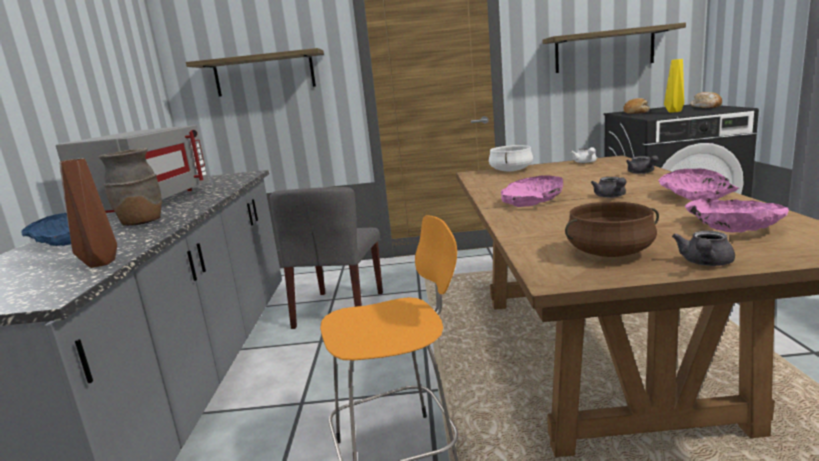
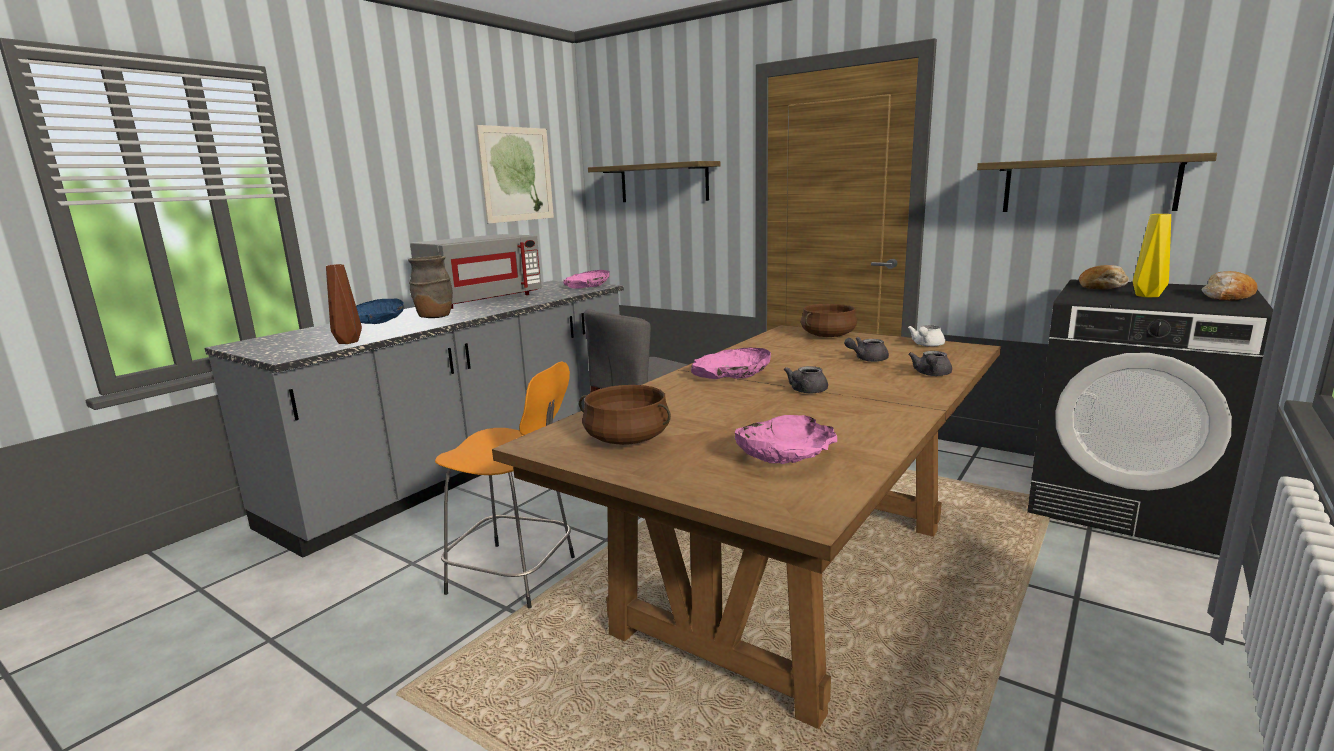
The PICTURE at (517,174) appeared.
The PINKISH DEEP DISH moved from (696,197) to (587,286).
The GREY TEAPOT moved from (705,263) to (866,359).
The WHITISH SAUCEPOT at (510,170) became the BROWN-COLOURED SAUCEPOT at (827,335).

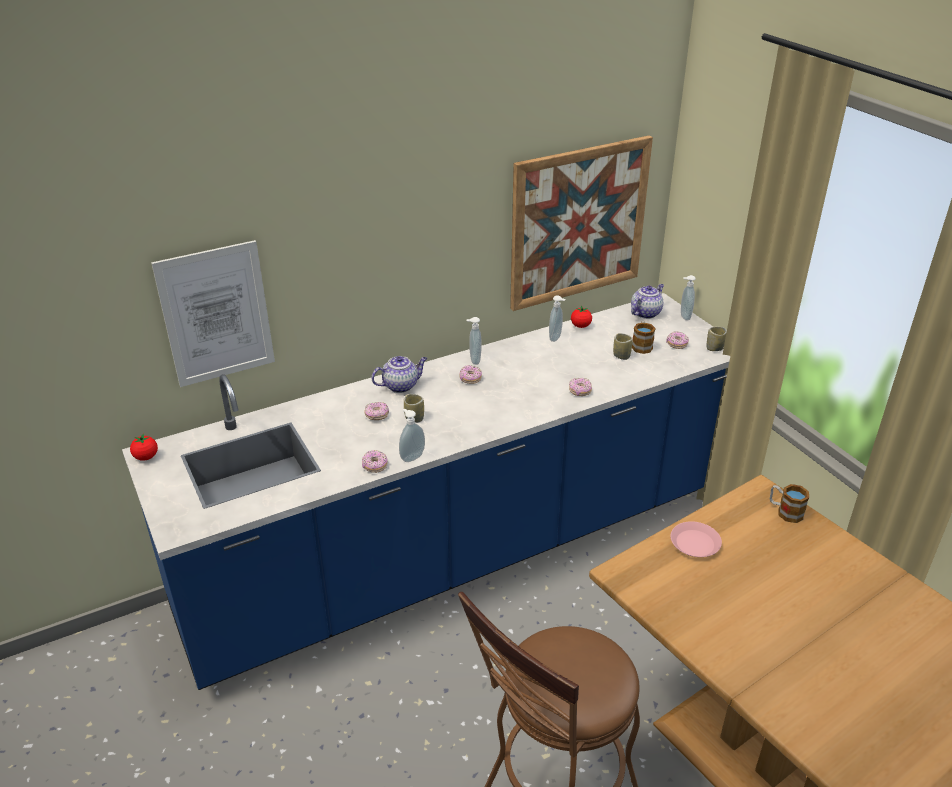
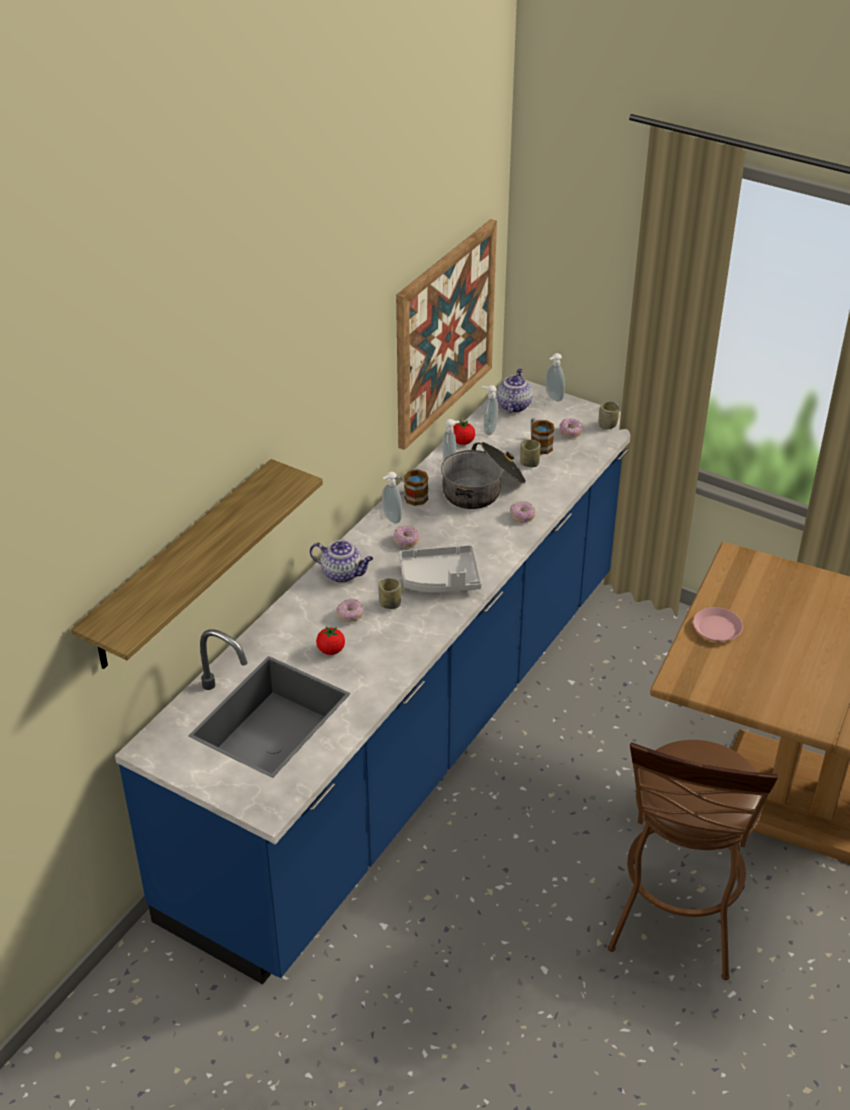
The DONUT at (375,466) disappeared.
The GREY TRAY at (440,579) appeared.
The SAUCEPOT at (482,489) appeared.
The TOMATO moved from (146,457) to (331,650).
The SOAP DISPENSER moved from (411,457) to (488,430).
The COFFEE MUG moved from (785,511) to (410,497).
The PICTURE at (216,314) was replaced by the WALL SHELF at (181,566).
The TEAPOT at (401,385) turned 75 degrees clockwise.

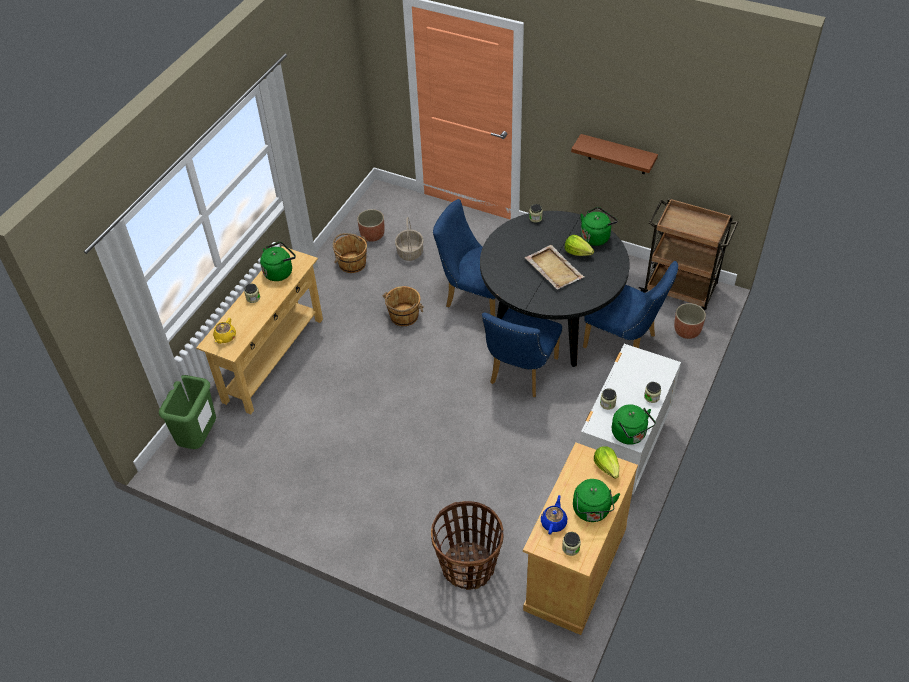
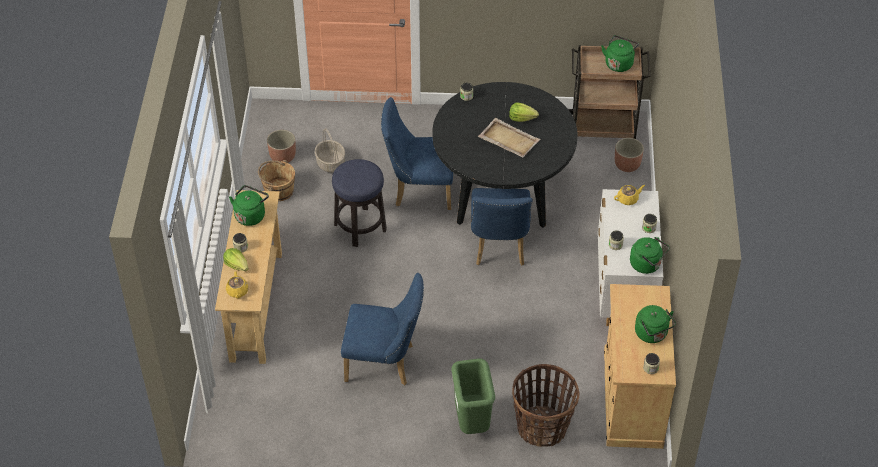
The BLUE-COLOURED TEAPOT at (554,522) disappeared.
The BROWN-COLOURED WALL SHELF at (617,155) disappeared.
The YELLOWISH TEAPOT at (628,199) appeared.
The GREEN WASTE BIN moved from (200,439) to (472,423).
The GREEN TEA KETTLE moved from (596,236) to (619,63).
The BLUE-COLOURED PLAIN CHAIR moved from (624,343) to (385,363).
The LETTUCE HEAD moved from (607,467) to (237,265).
The BROWN-COLOURED WATER BUCKET at (403,316) was replaced by the STOOL SEAT at (360,227).

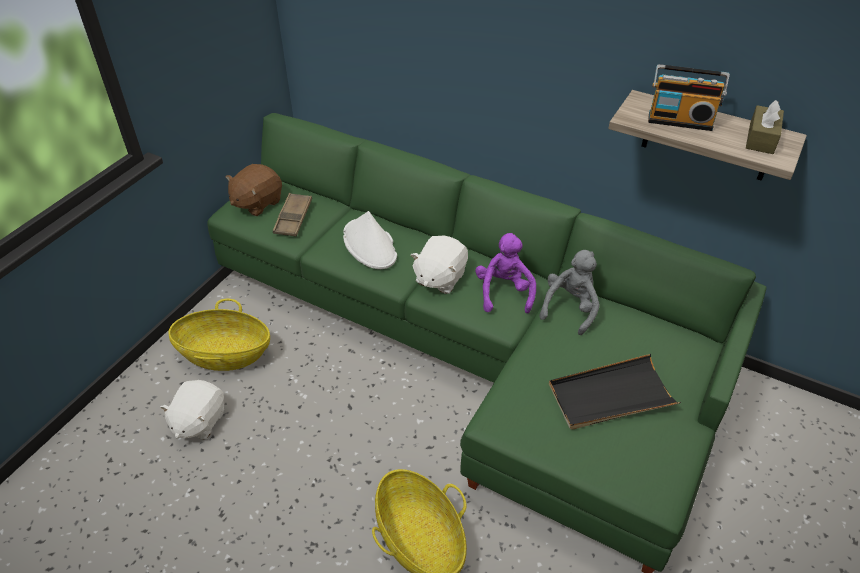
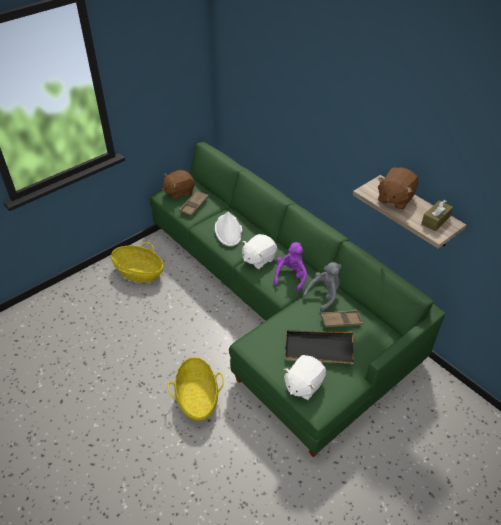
The BROWN-COLOURED TRAY at (341,321) appeared.
The WHITISH PLUSH TOY moved from (199,421) to (303,384).
The RADIO RECEIVER at (680,120) was replaced by the BROWN-COLOURED PLUSH TOY at (394,199).

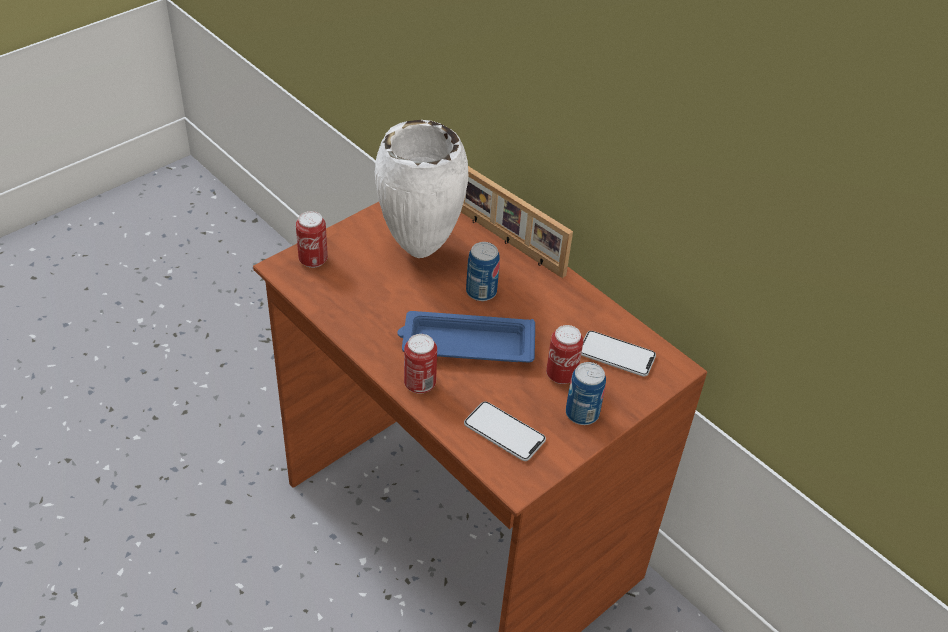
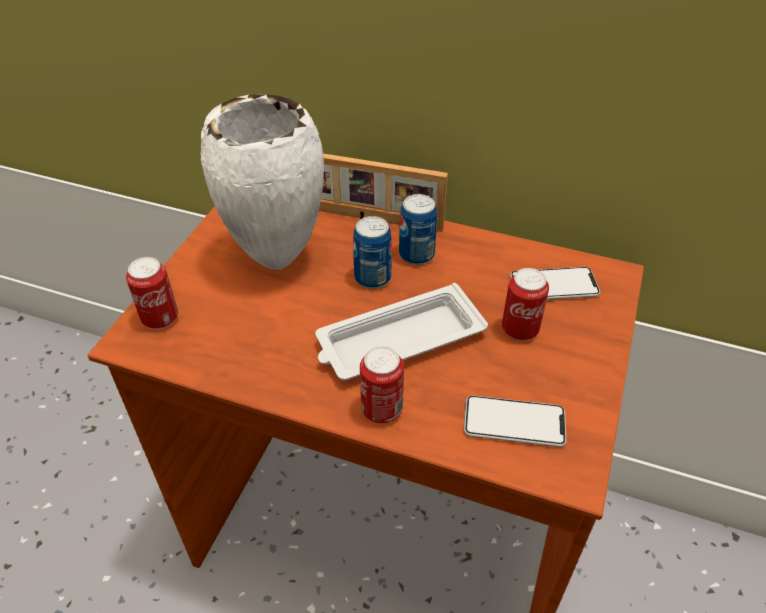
The SEALED CAN moved from (582,413) to (416,255).
The BLUE-COLOURED TRAY at (465,344) became the WHITISH TRAY at (398,341).

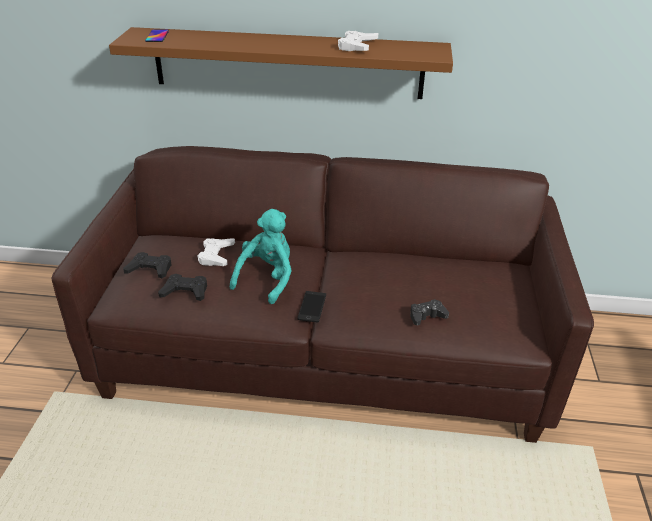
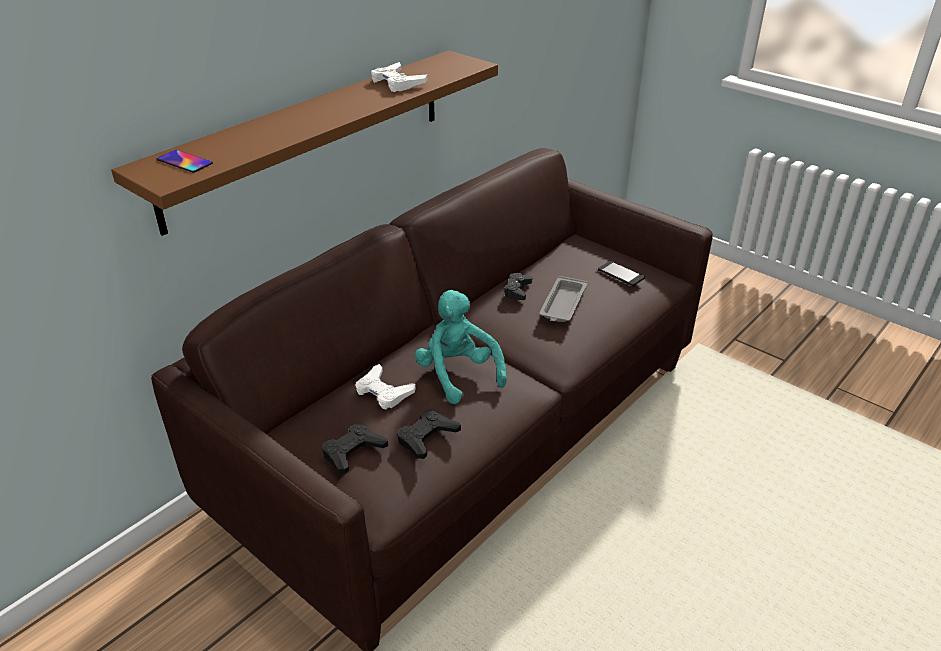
The GREY TRAY at (563,304) appeared.
The TELEPHONE moved from (312,307) to (621,274).
The BLACK JOYPAD moved from (427,316) to (517,290).

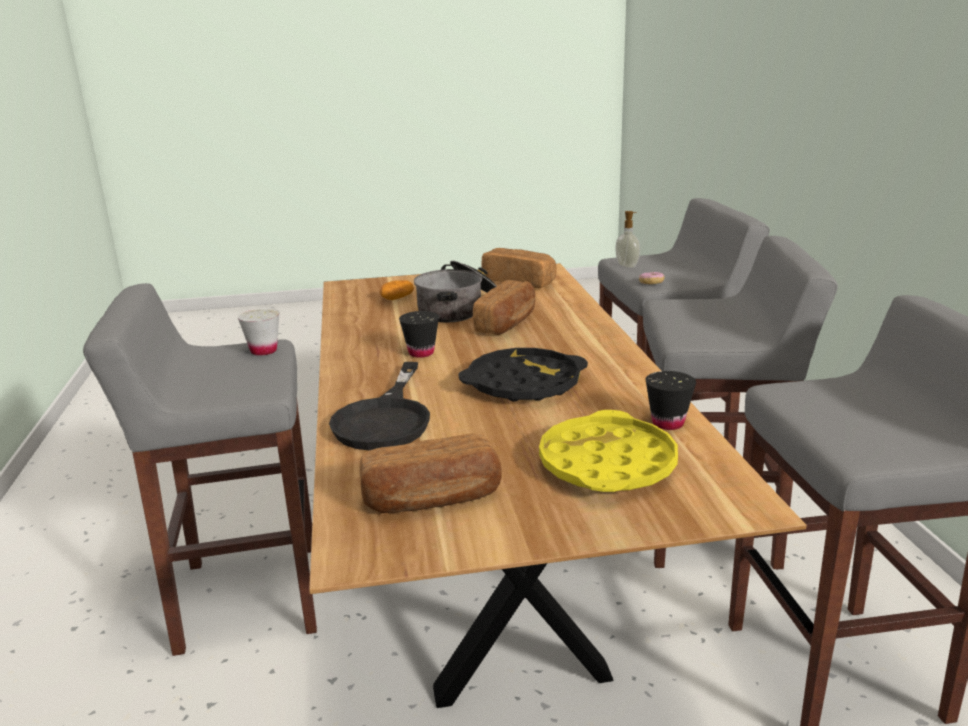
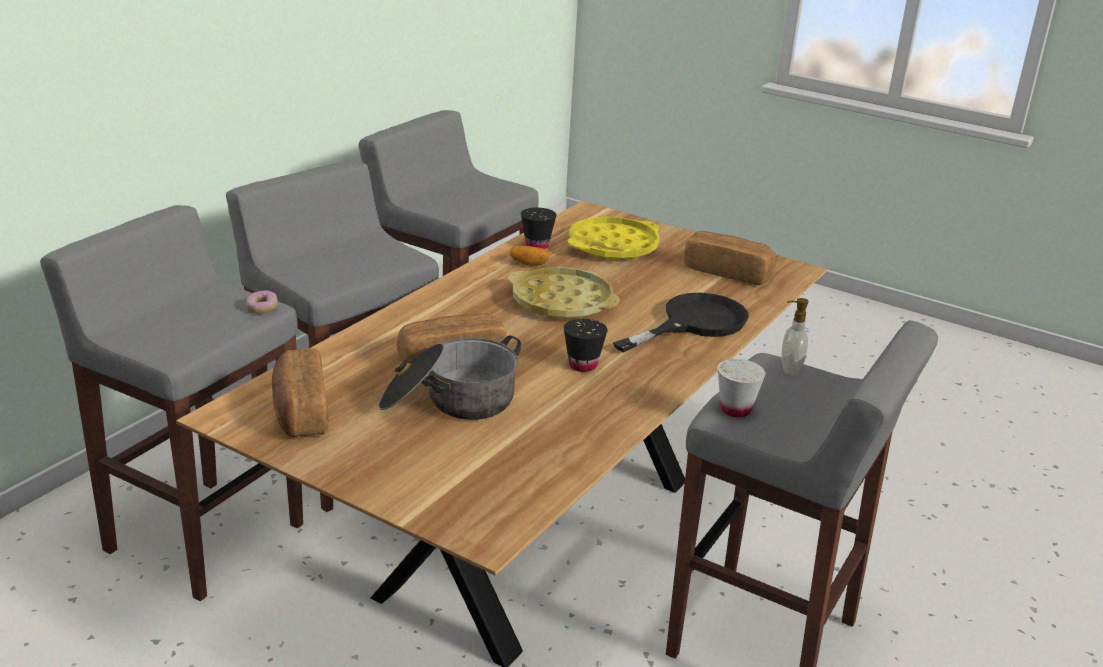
The SPUD moved from (397,298) to (529,264).
The SOAP DISPENSER moved from (627,265) to (789,369).
The BLACK TRAY at (523,384) became the YELLOWISH TRAY at (562,302).

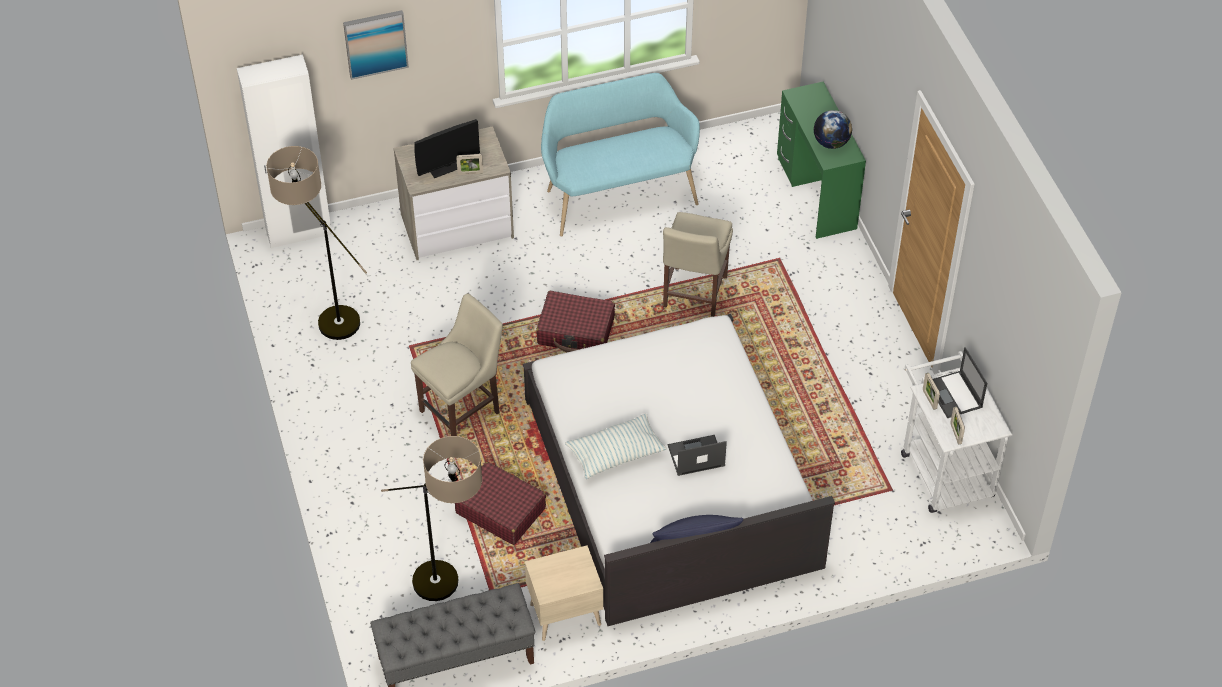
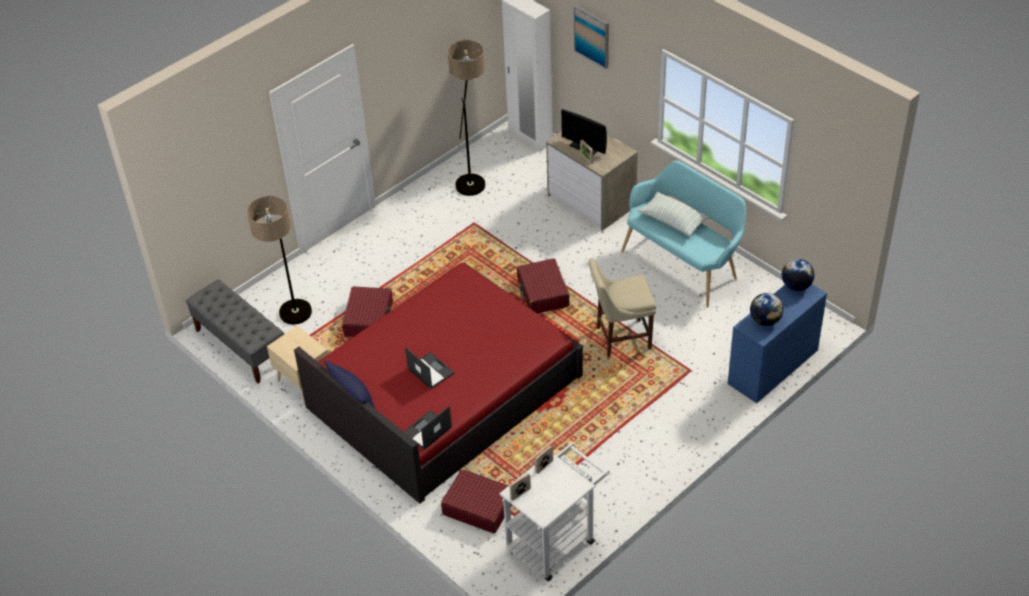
The BEIGE PLAIN CHAIR at (463,410) disappeared.
The RED-COLOURED SUITCASE at (478,507) appeared.
The WORLD GLOBE at (796,286) appeared.
The PILLOW moved from (616,454) to (673,220).
The LAPTOP moved from (954,395) to (427,430).
The WHITISH SLEEPING BED at (670,482) became the RED-COLOURED SLEEPING BED at (444,392).
The GREEN DESK TABLE at (816,193) became the BLUE-COLOURED DESK TABLE at (773,367).

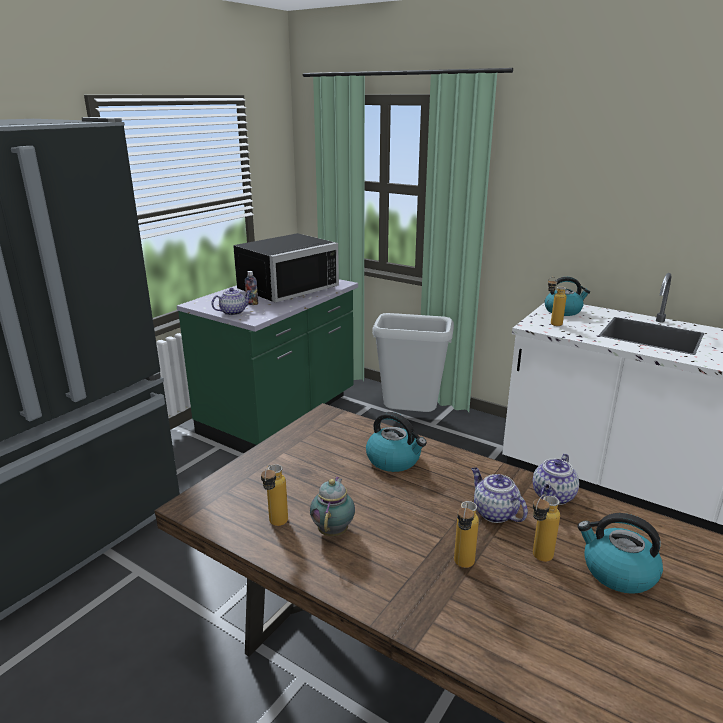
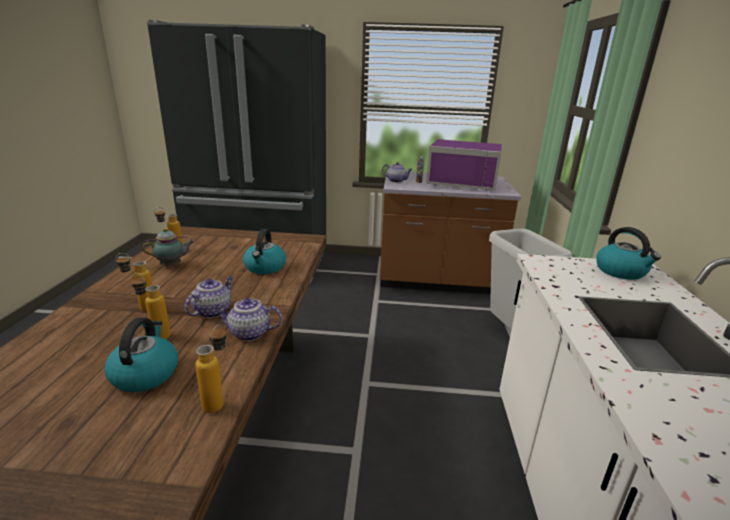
The BEVERAGE BOTTLE moved from (552,323) to (218,401).
The GREEN KITCHEN COUNTER at (280,415) became the BROWN-COLOURED KITCHEN COUNTER at (436,280).
The BLACK KITCHEN MICROWAVE at (284,288) became the PURPLE KITCHEN MICROWAVE at (463,182).

